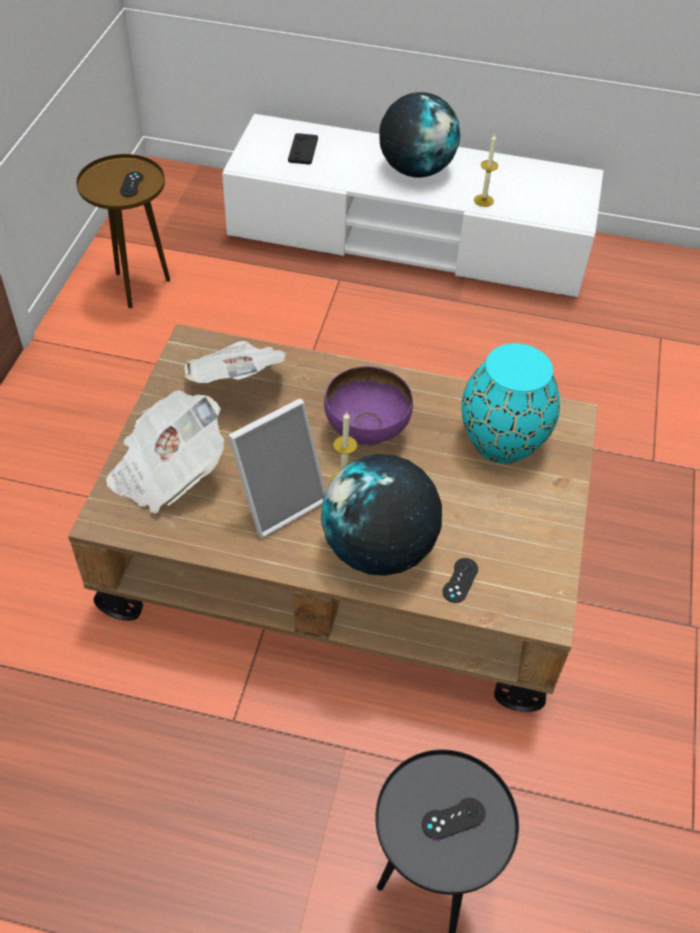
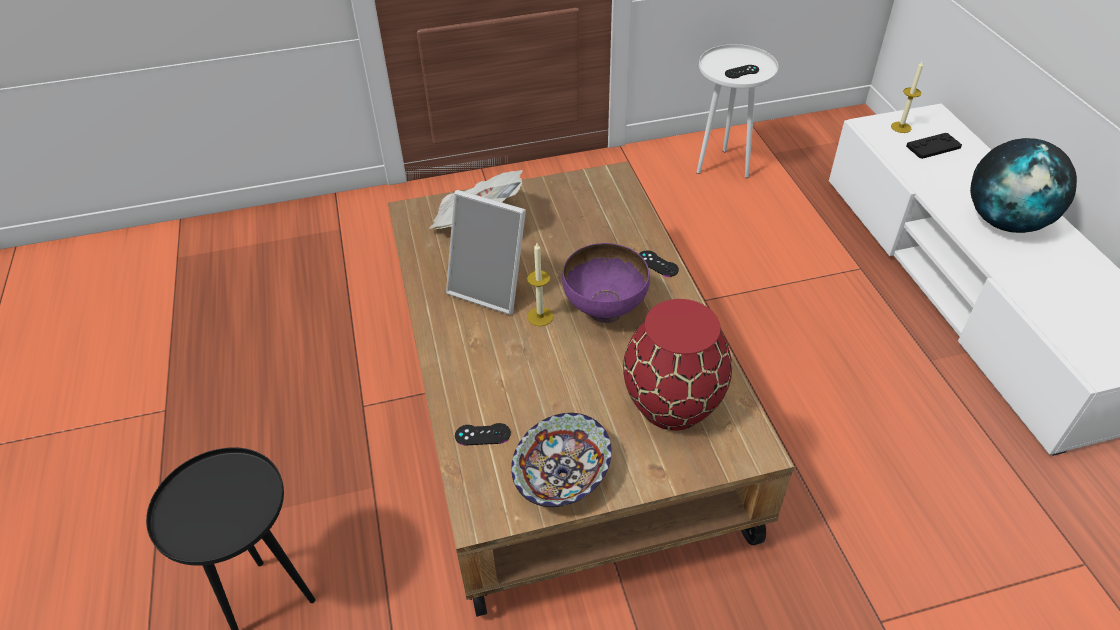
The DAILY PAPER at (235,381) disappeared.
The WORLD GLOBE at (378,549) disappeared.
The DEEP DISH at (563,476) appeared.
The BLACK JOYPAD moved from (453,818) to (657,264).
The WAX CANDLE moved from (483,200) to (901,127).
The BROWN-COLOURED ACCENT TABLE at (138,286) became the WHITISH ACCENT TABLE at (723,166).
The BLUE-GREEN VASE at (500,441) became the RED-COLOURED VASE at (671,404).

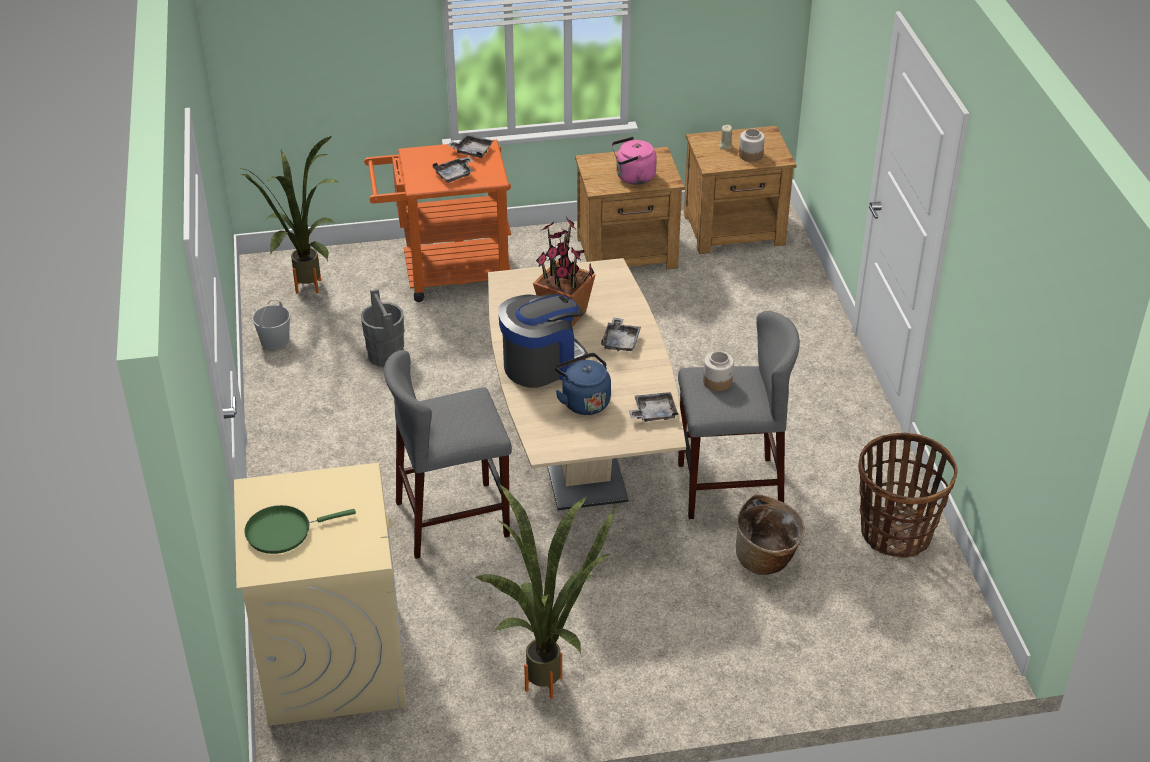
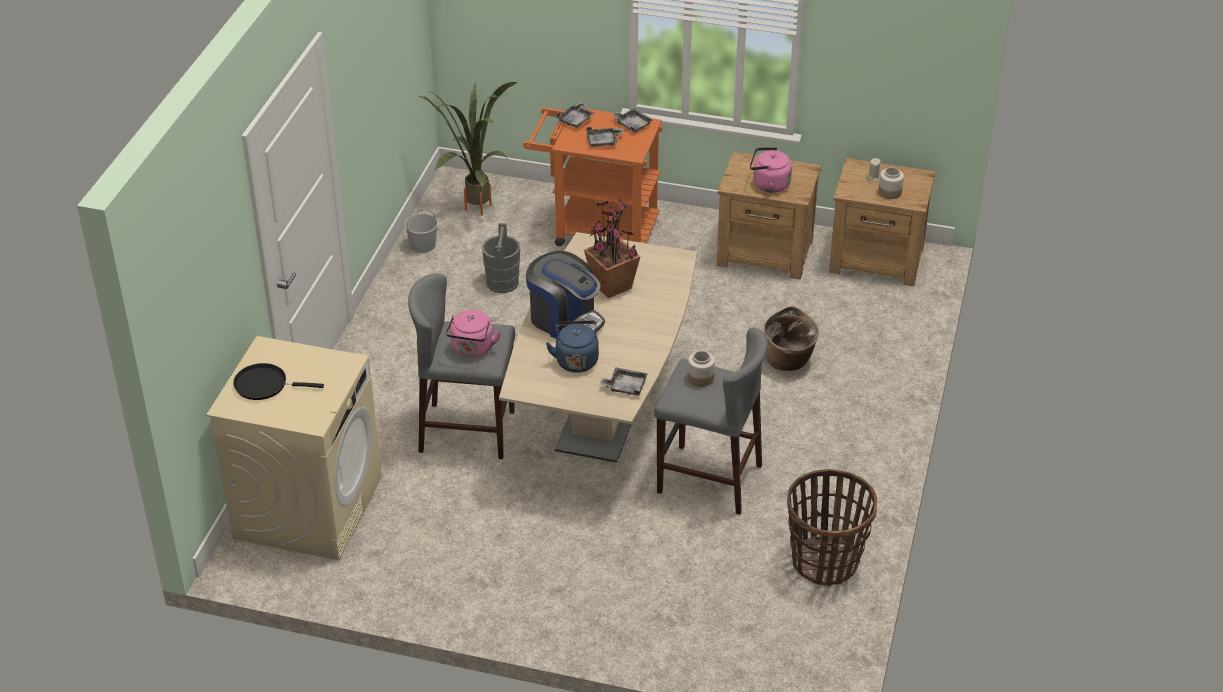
The HOUSEPLANT at (551,676) disappeared.
The PINKISH TEA KETTLE at (472,349) appeared.
The GREY TRAY moved from (621,341) to (576,120).
The BASKET moved from (766,559) to (789,361).
The GREEN SKILLET at (283,532) became the BLACK SKILLET at (265,385).
The COFFEE BREWER at (542,364) turned 45 degrees clockwise.

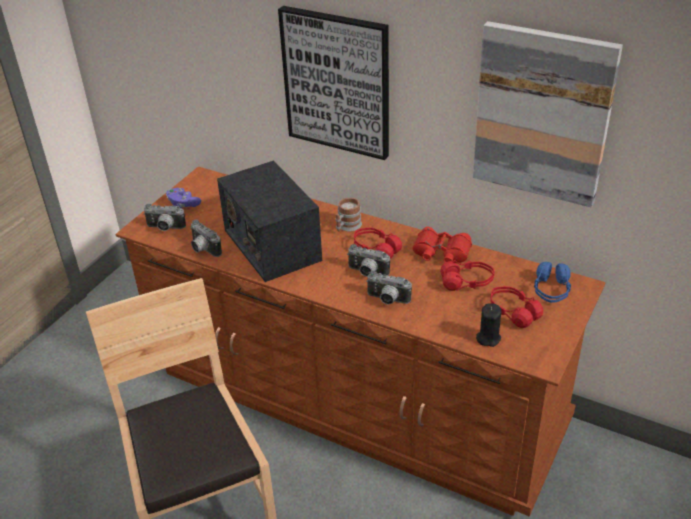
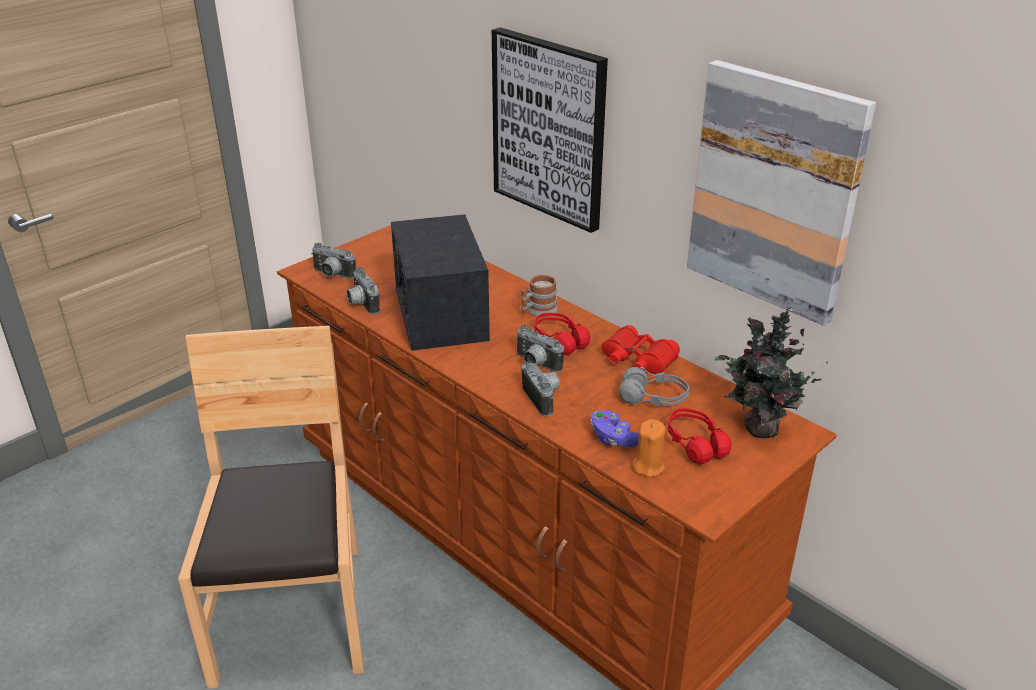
The PURPLE JOYPAD moved from (183,204) to (613,438).
The BLUE-COLOURED HEADSET at (551,290) was replaced by the HOUSEPLANT at (758,429).
The RED-COLOURED HEADSET at (467,282) became the GREY HEADSET at (653,398).
The BLACK WAX CANDLE at (488,338) became the ORANGE WAX CANDLE at (648,466).
The STILL CAMERA at (387,300) turned 150 degrees counterclockwise.

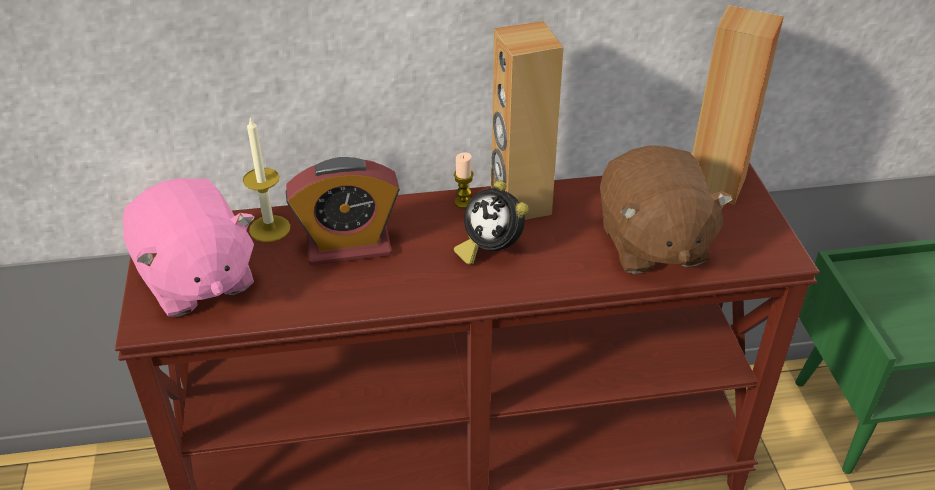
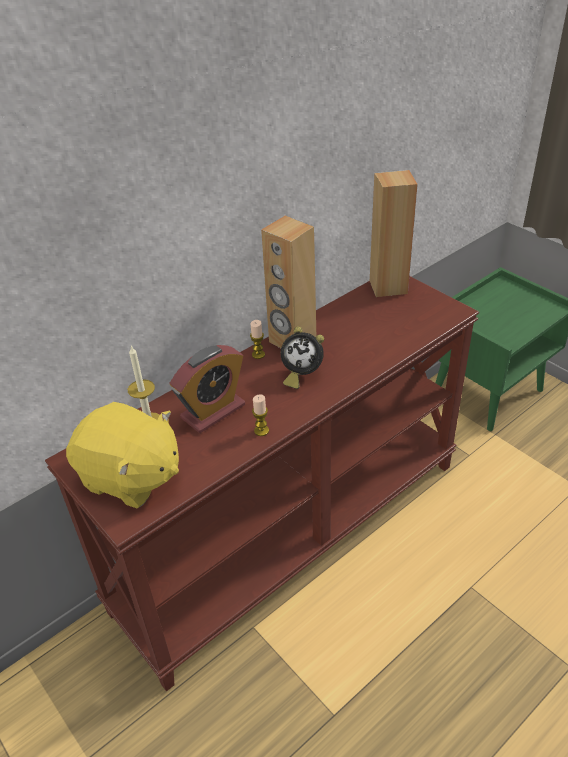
The BROWN-COLOURED PLUSH TOY at (651,244) disappeared.
The WAX CANDLE at (261,430) appeared.
The PINKISH PLUSH TOY at (196,280) became the YELLOWISH PLUSH TOY at (131,477).

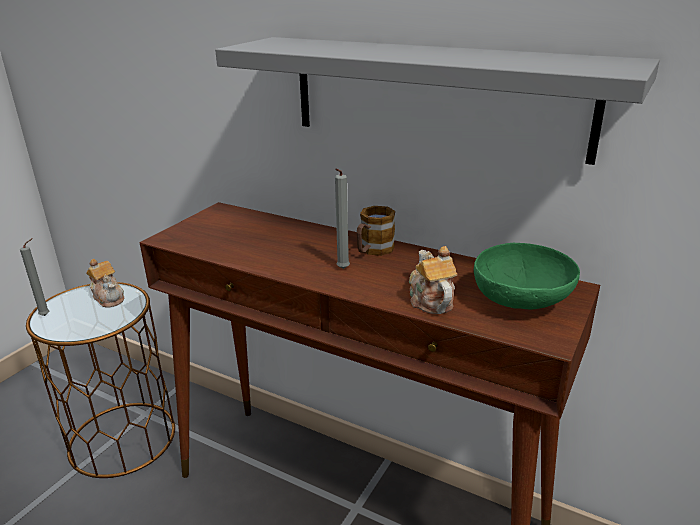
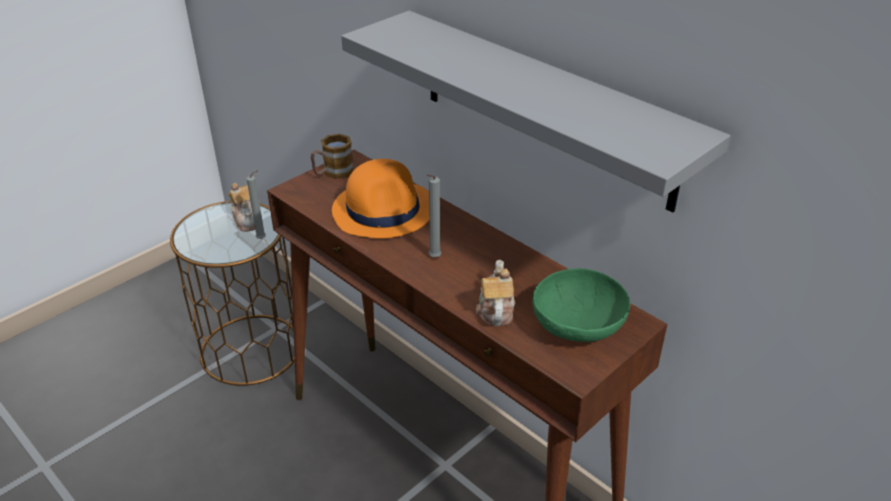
The ORANGE HAT at (384,209) appeared.
The GREY WAX CANDLE moved from (47,315) to (263,239).
The COFFEE MUG moved from (373,250) to (333,173).

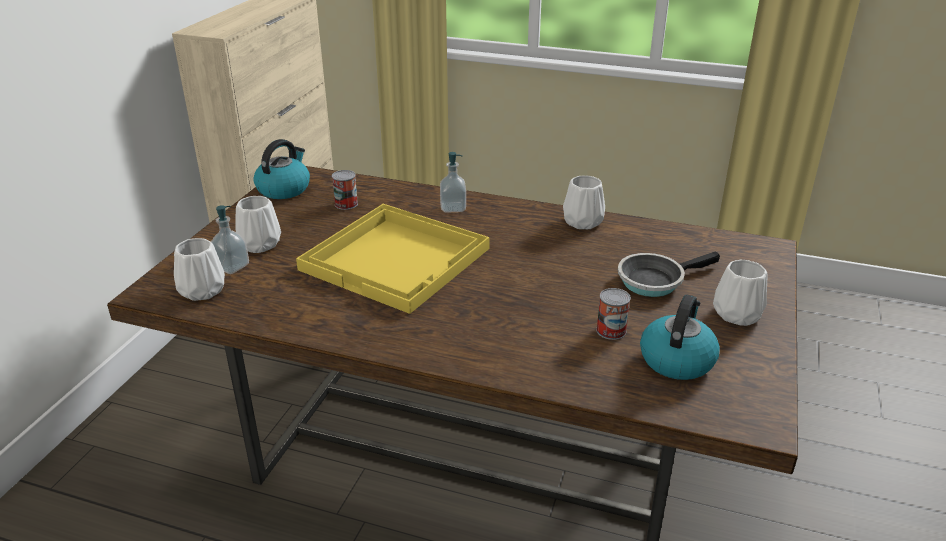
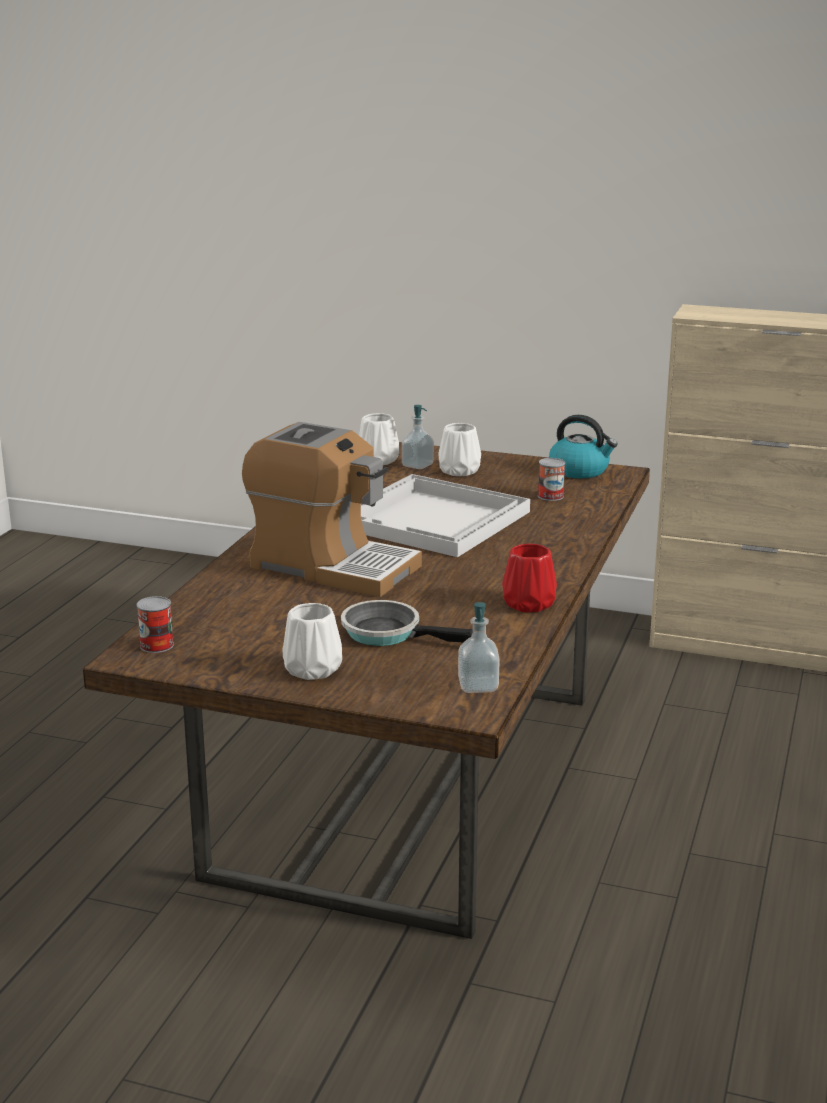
The TEA KETTLE at (676,359) disappeared.
The COFFEE BREWER at (332,567) appeared.
The SOAP DISPENSER moved from (453,208) to (478,686).
The SEALED CAN moved from (611,330) to (156,645).
The YELLOWISH TRAY at (397,259) became the WHITISH TRAY at (433,520).
The WHITISH VASE at (581,221) became the RED-COLOURED VASE at (529,603).
The SKILLET at (654,280) turned 45 degrees counterclockwise.

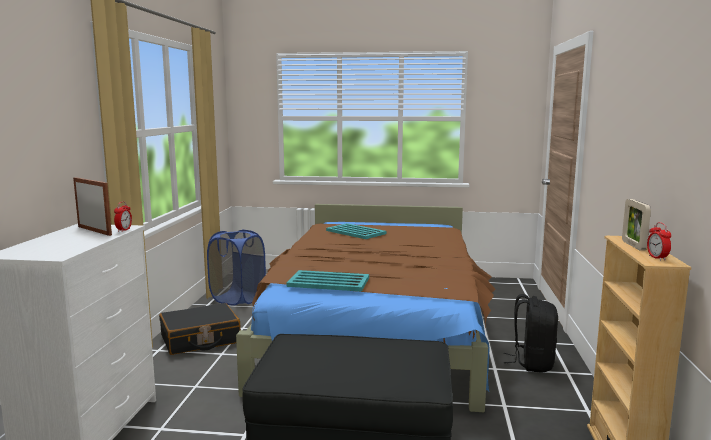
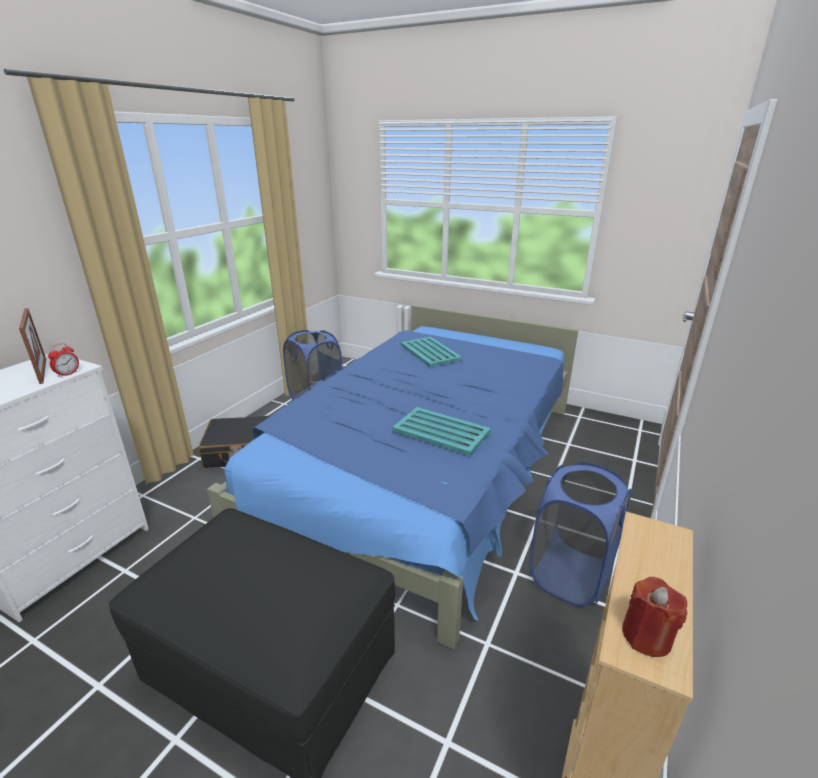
The PHOTO FRAME at (633,245) disappeared.
The BLUE-GREEN TRAY moved from (328,282) to (440,431).
The BLACK RUCKSACK at (532,363) was replaced by the BLUE-COLOURED LAUNDRY BASKET at (570,575).
The ALARM CLOCK at (657,258) was replaced by the RED-COLOURED WAX CANDLE at (646,636).
The BROWN-COLOURED SLEEPING BED at (376,326) became the BLUE-COLOURED SLEEPING BED at (424,468).

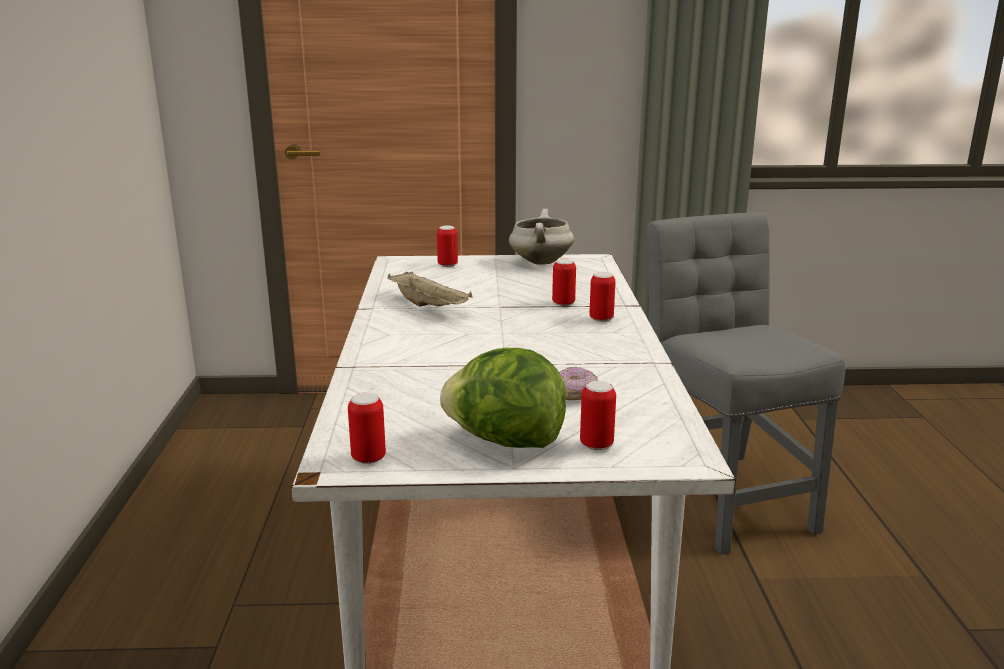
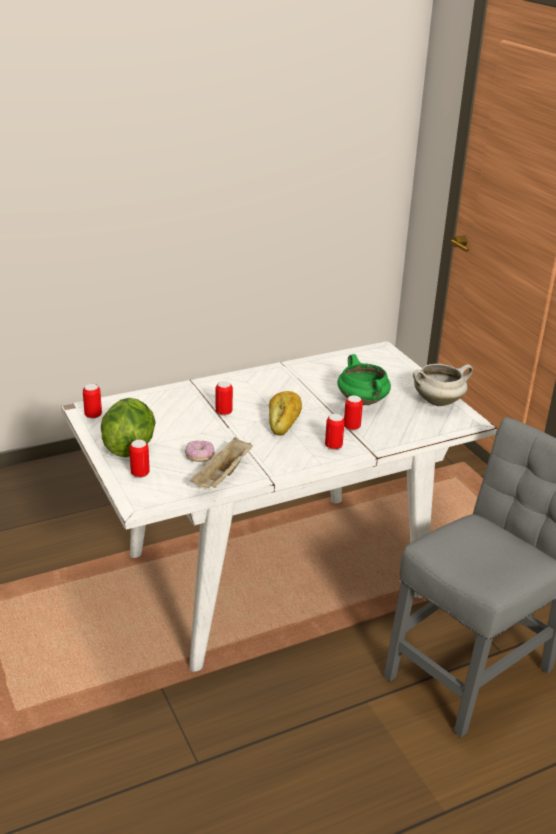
The BAKERY BREAD at (284,420) appeared.
The GREEN SAUCEPOT at (363,402) appeared.
The BEIGE TRAY moved from (430,306) to (222,477).
The SEALED CAN moved from (447,265) to (224,412).

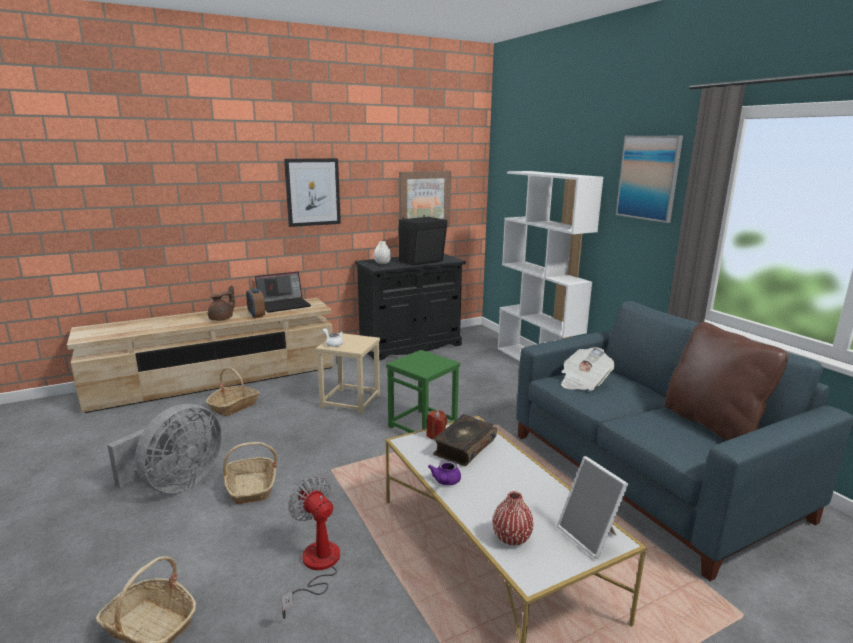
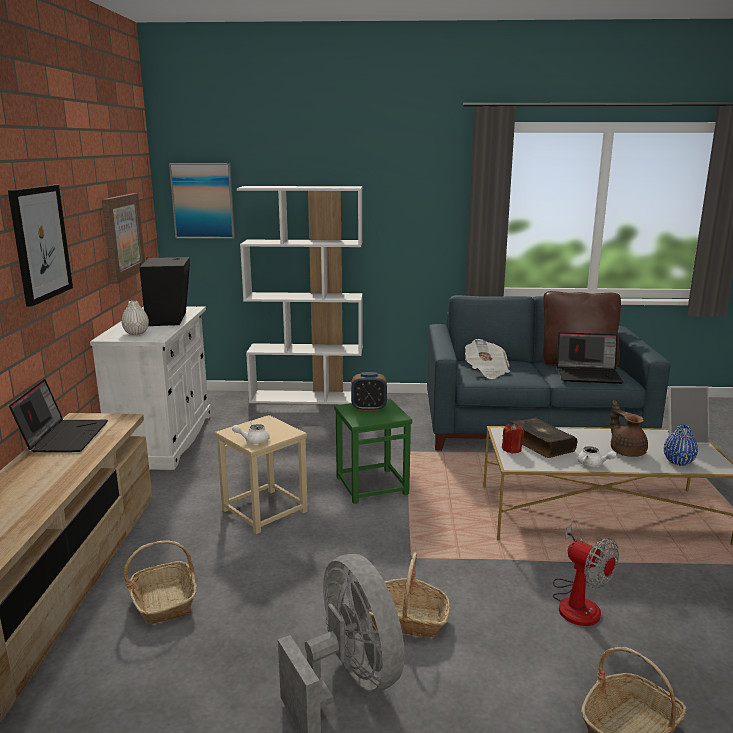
The LAPTOP at (589,375) appeared.
The BROWN-COLOURED TEAPOT moved from (222,319) to (626,451).
The ALARM CLOCK moved from (256,315) to (369,408).
The PICTURE moved from (648,178) to (203,201).
The BLACK CUPBOARD at (410,345) became the WHITISH CUPBOARD at (164,439).
The PURPLE TEAPOT at (445,482) became the WHITISH TEAPOT at (593,464).
The RED-COLOURED VASE at (511,538) became the BLUE-COLOURED VASE at (678,462).
The COOLING FAN at (316,567) turned 120 degrees counterclockwise.

